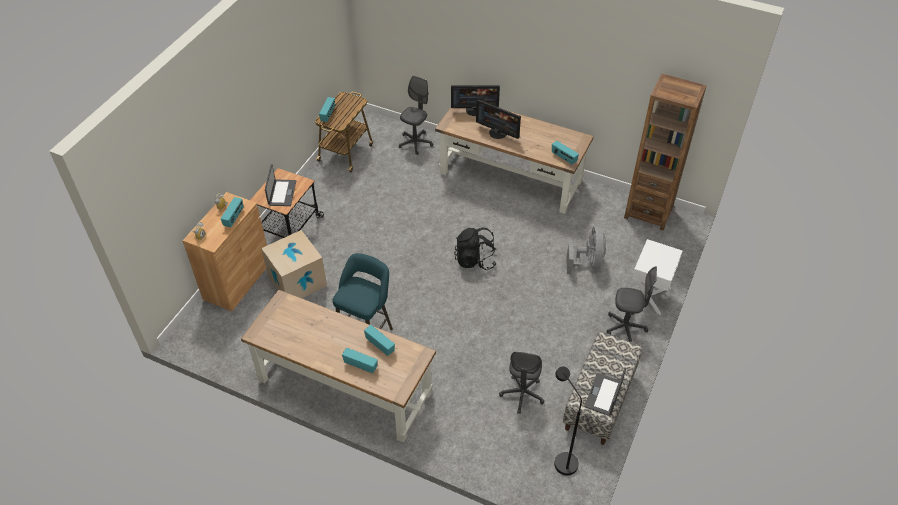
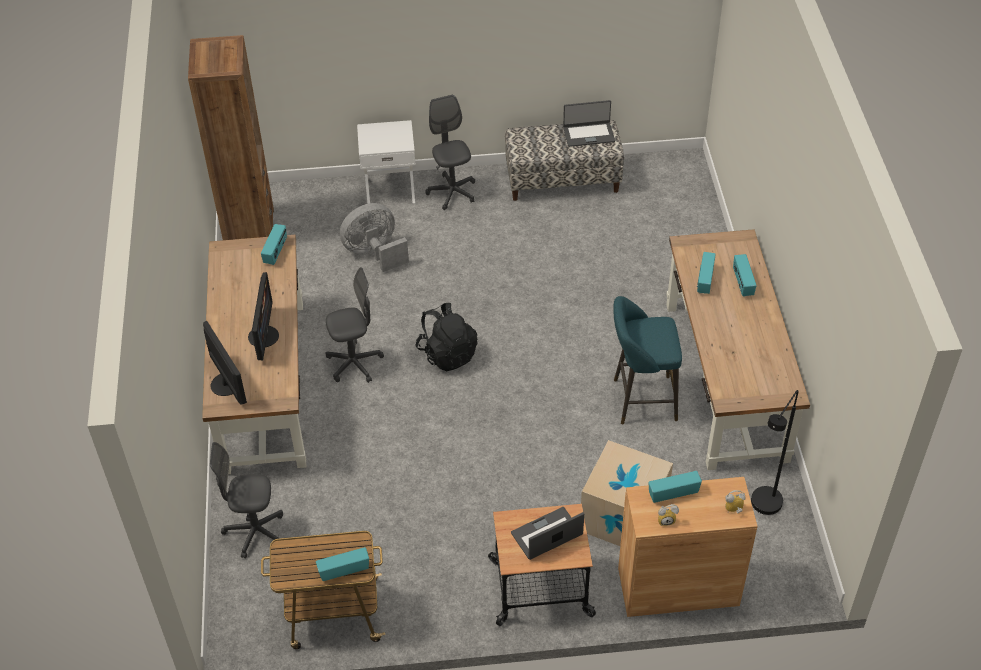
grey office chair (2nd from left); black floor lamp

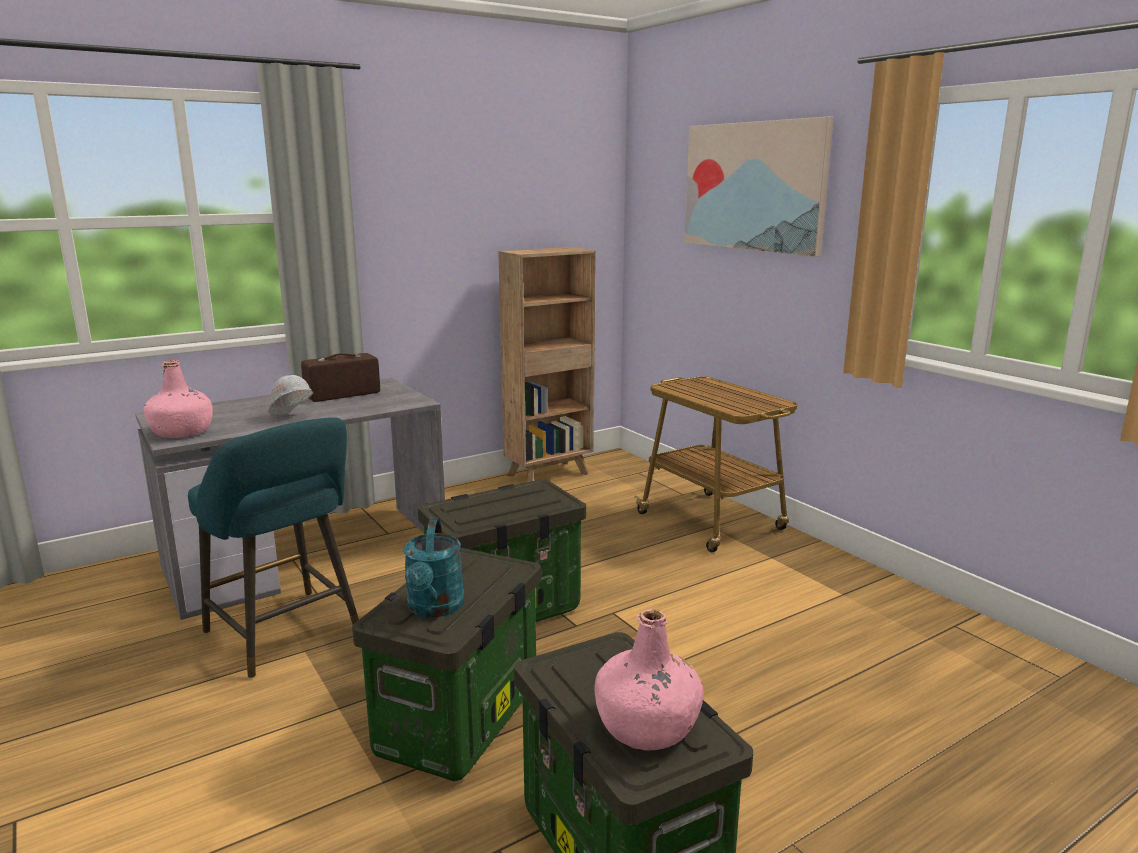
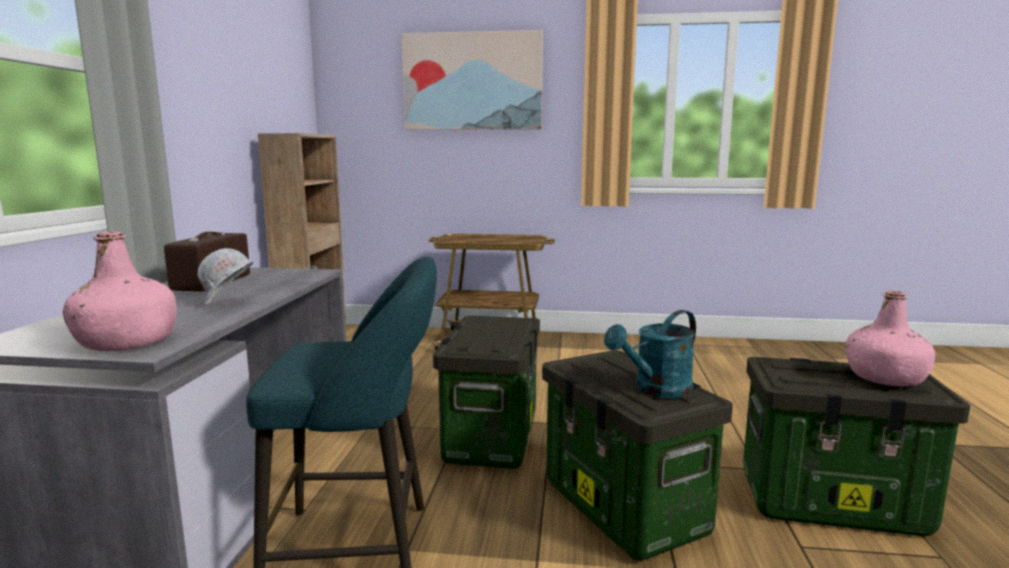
turquoise watering can

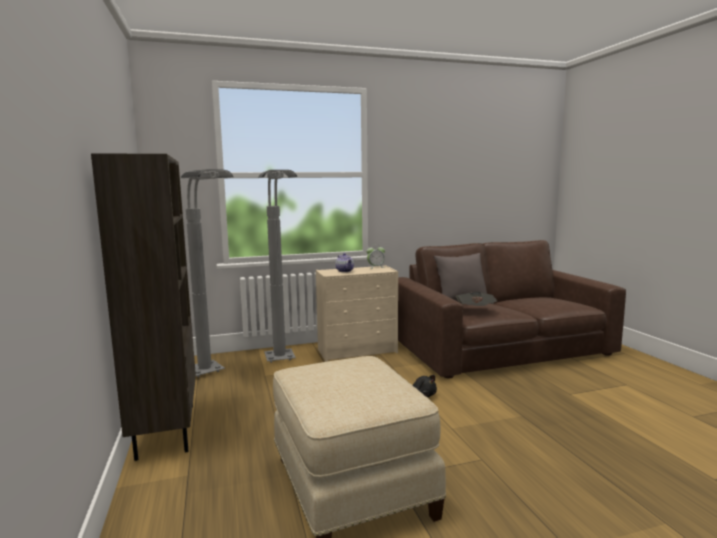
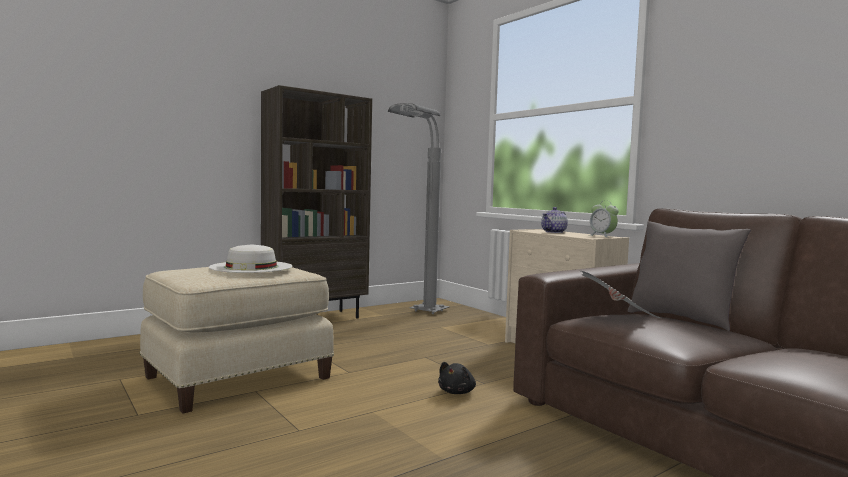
grey floor lamp (2nd from left in the first image); white hat

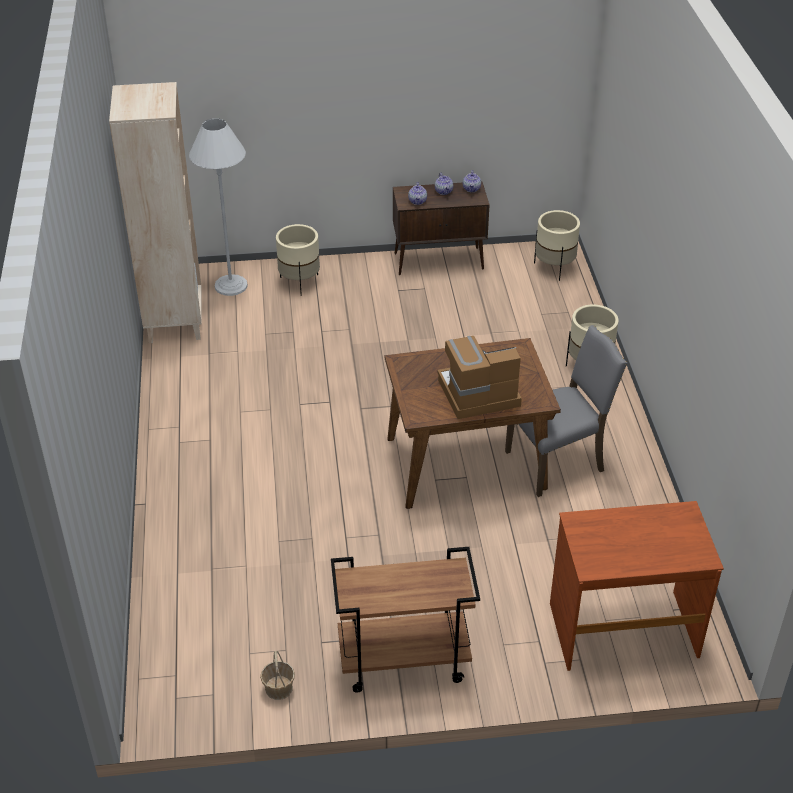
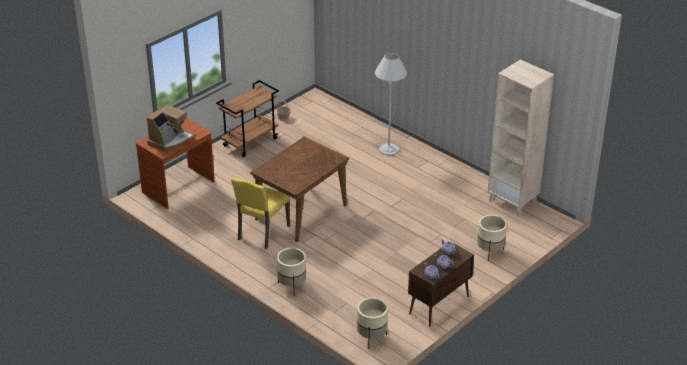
white floor lamp; coffee machine; yellow chair

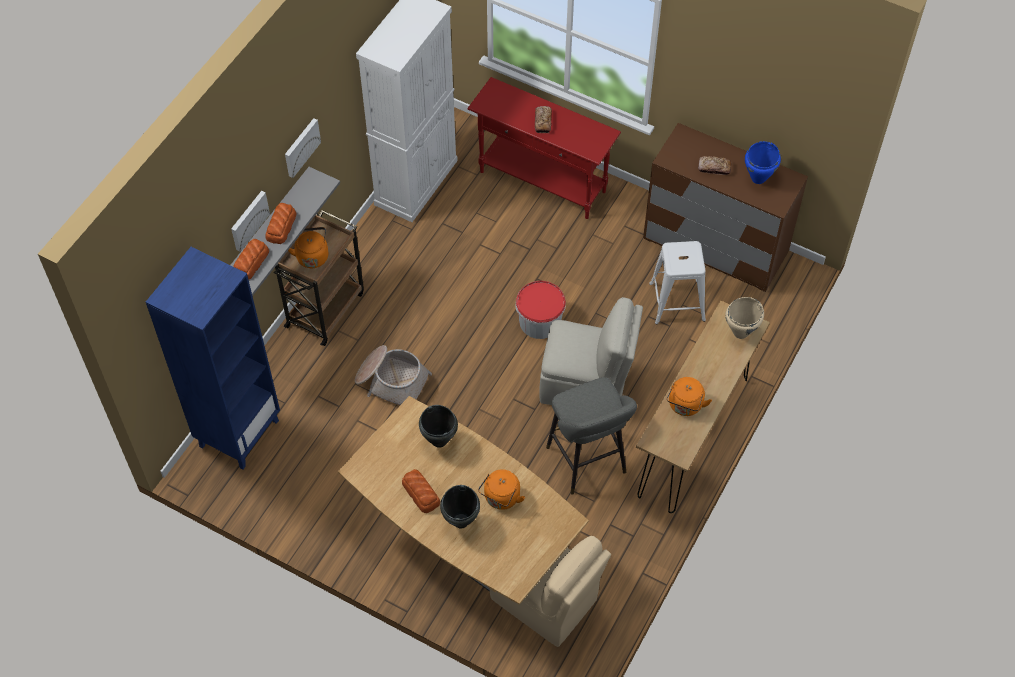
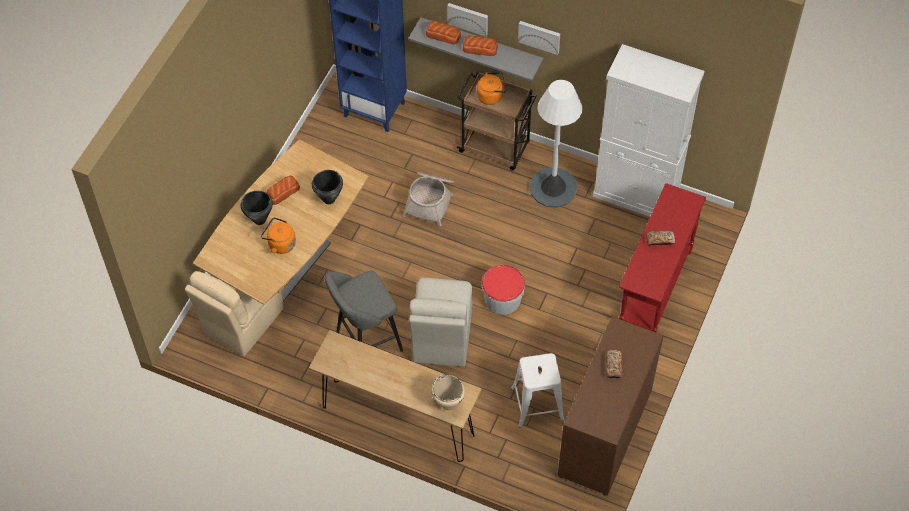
orange kettle (3rd from left in the first image); blue cooking pot; white floor lamp

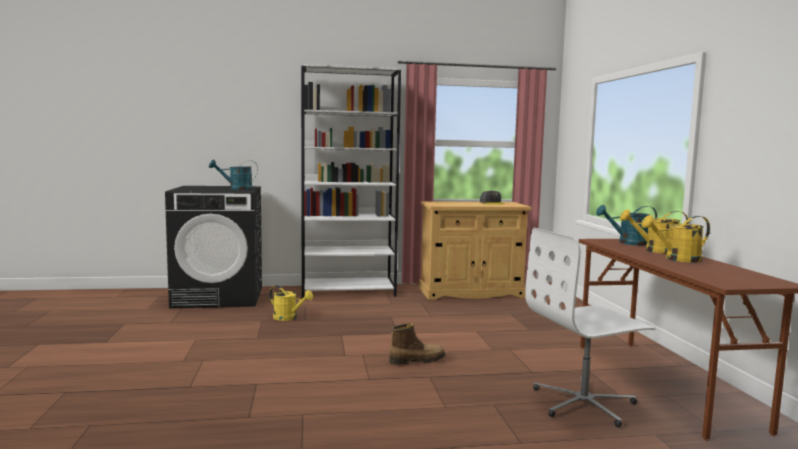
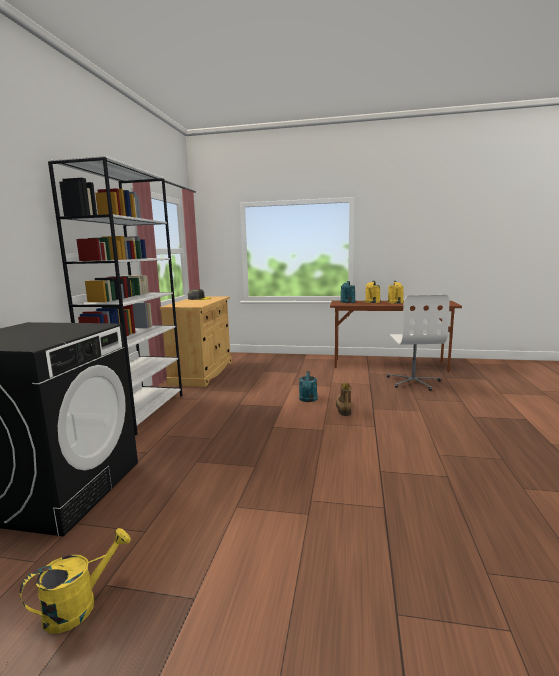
turquoise watering can (1st from left); yellow watering can (1st from left)

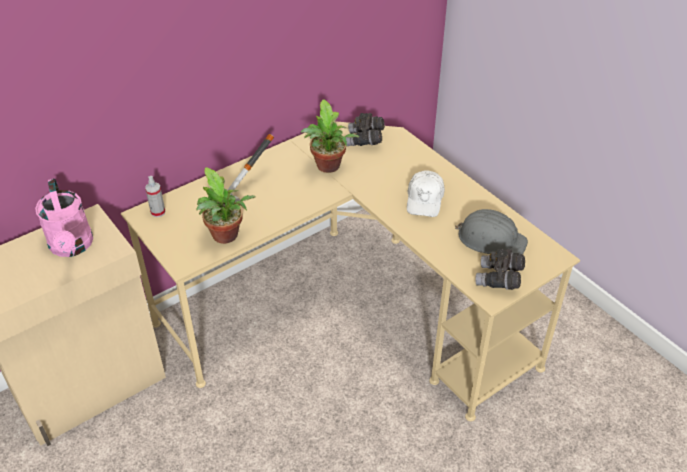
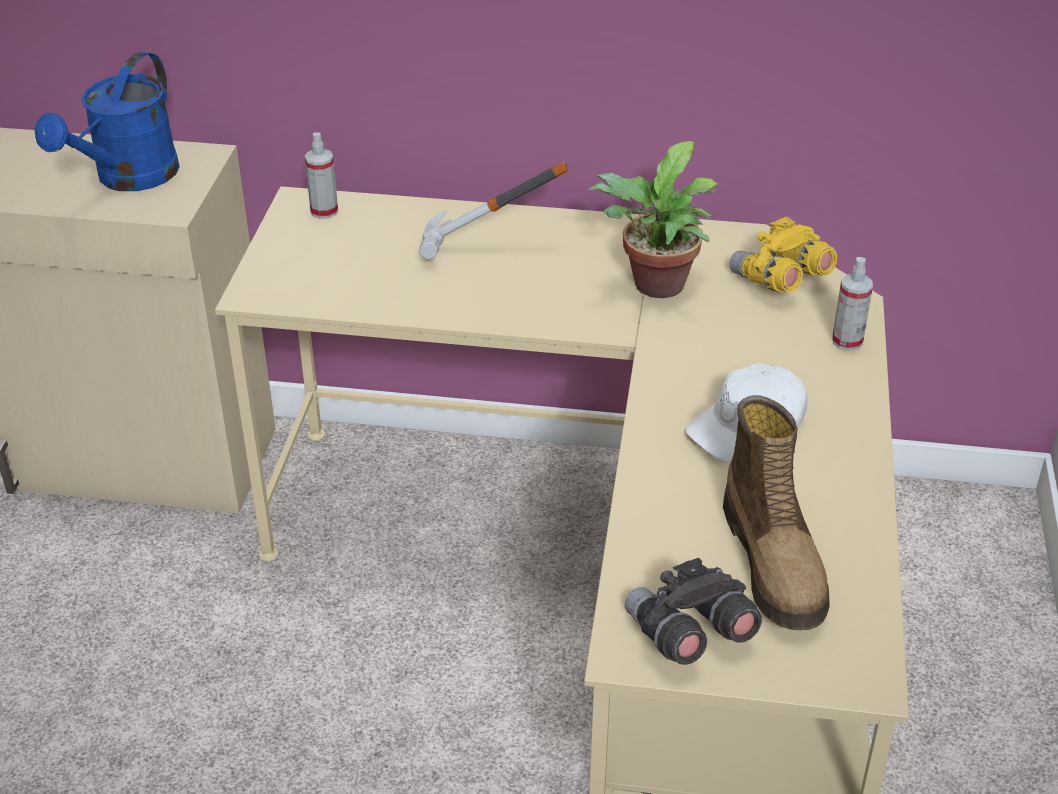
blue watering can; potted plant (1st from left in the first image); yellow binoculars; boot; spray bottle (2nd from left)

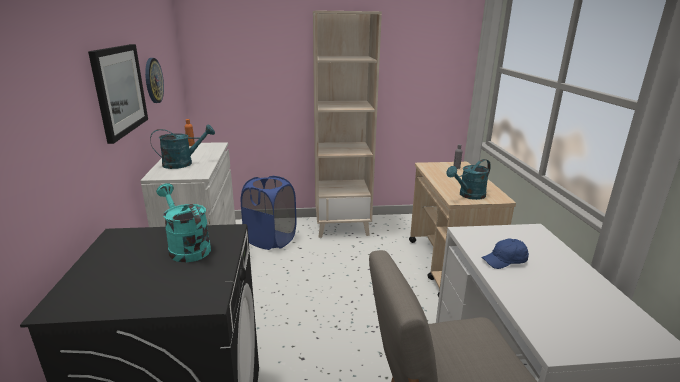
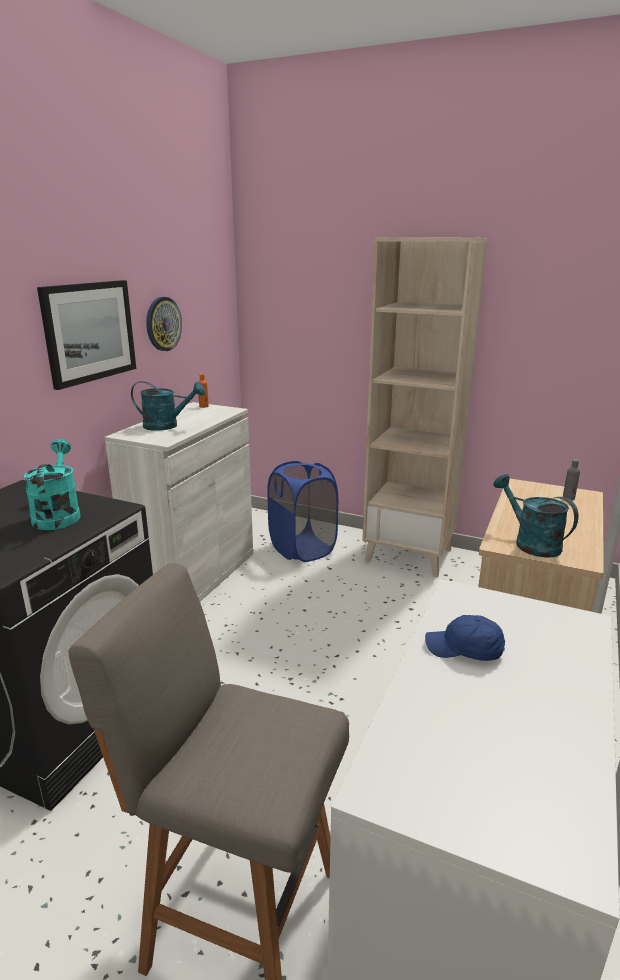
turquoise watering can (3rd from left)

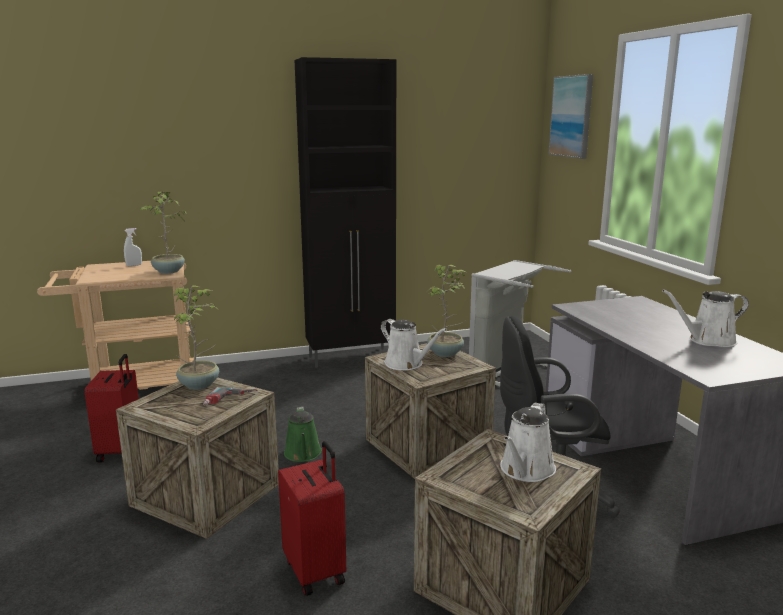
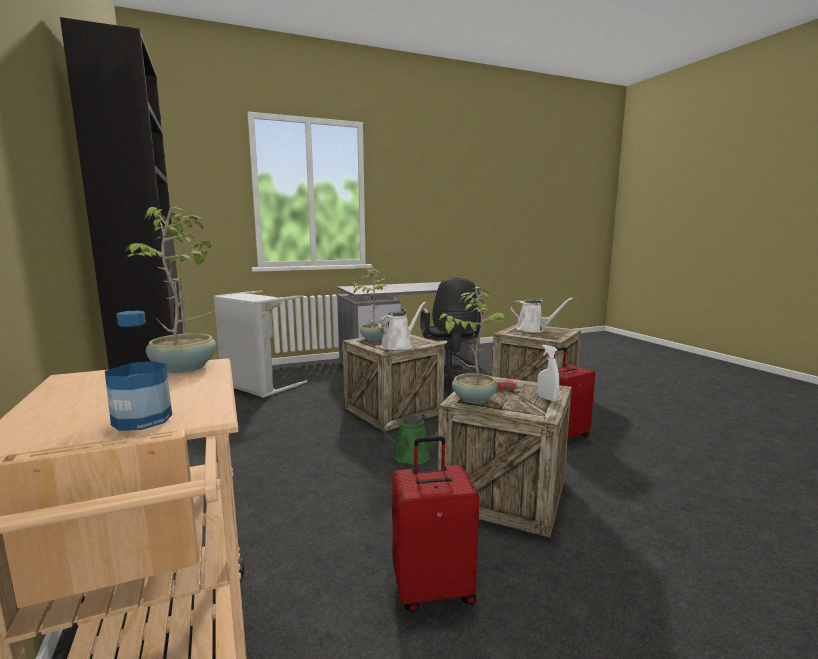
white spray bottle; picture; white watering can (3rd from left in the first image); bottle

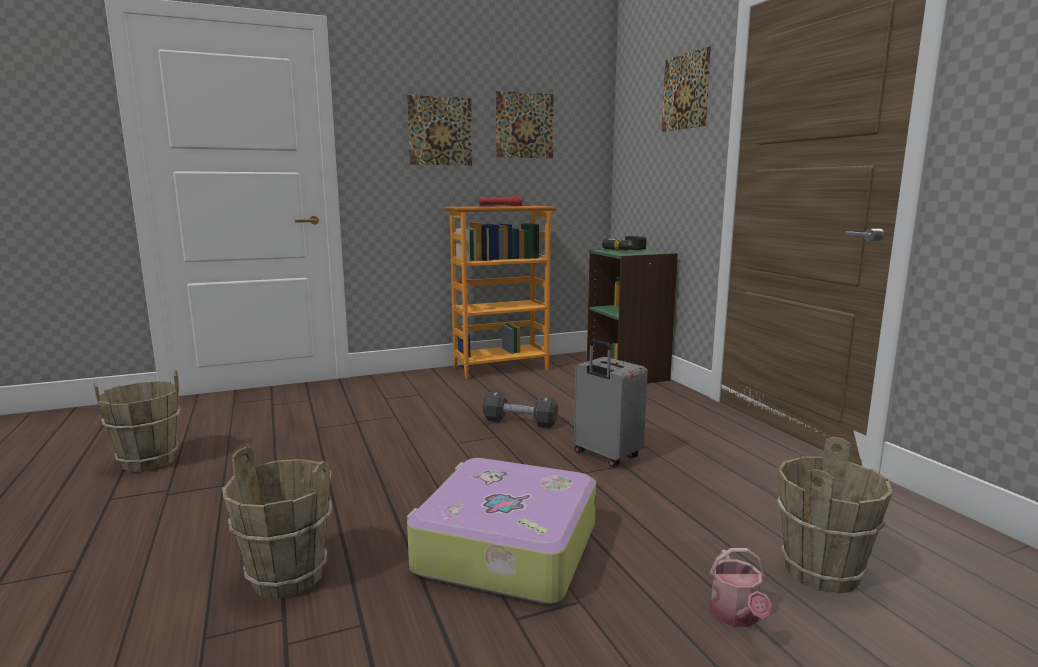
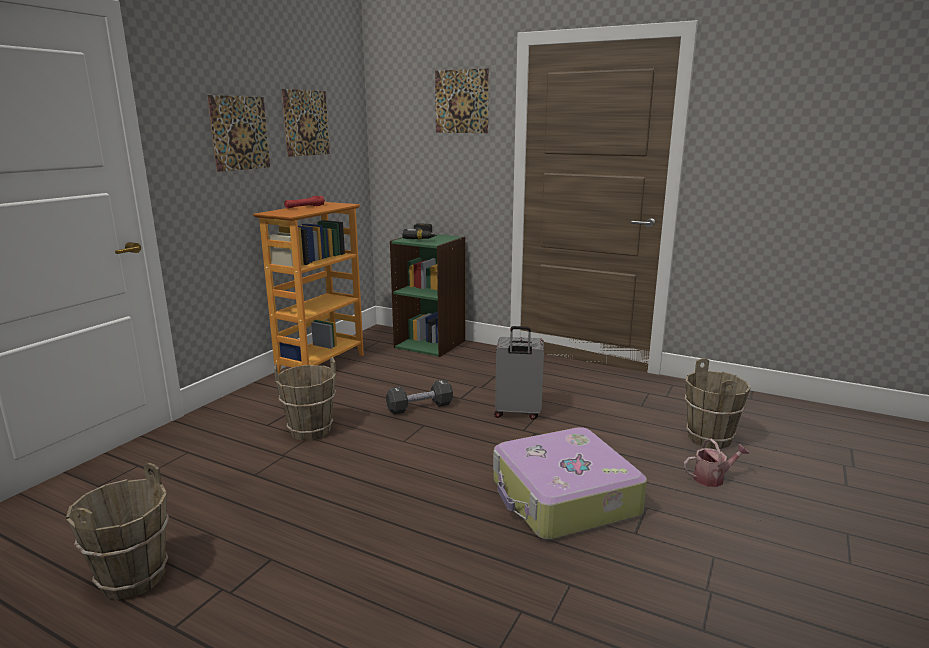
brown bucket (2nd from left); watering can

